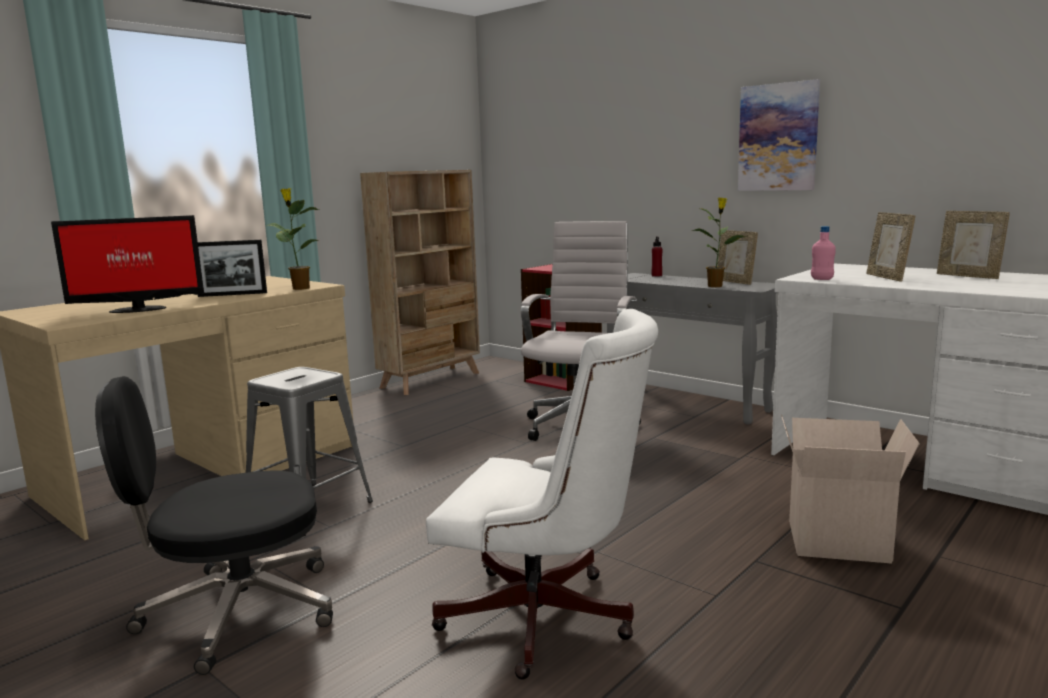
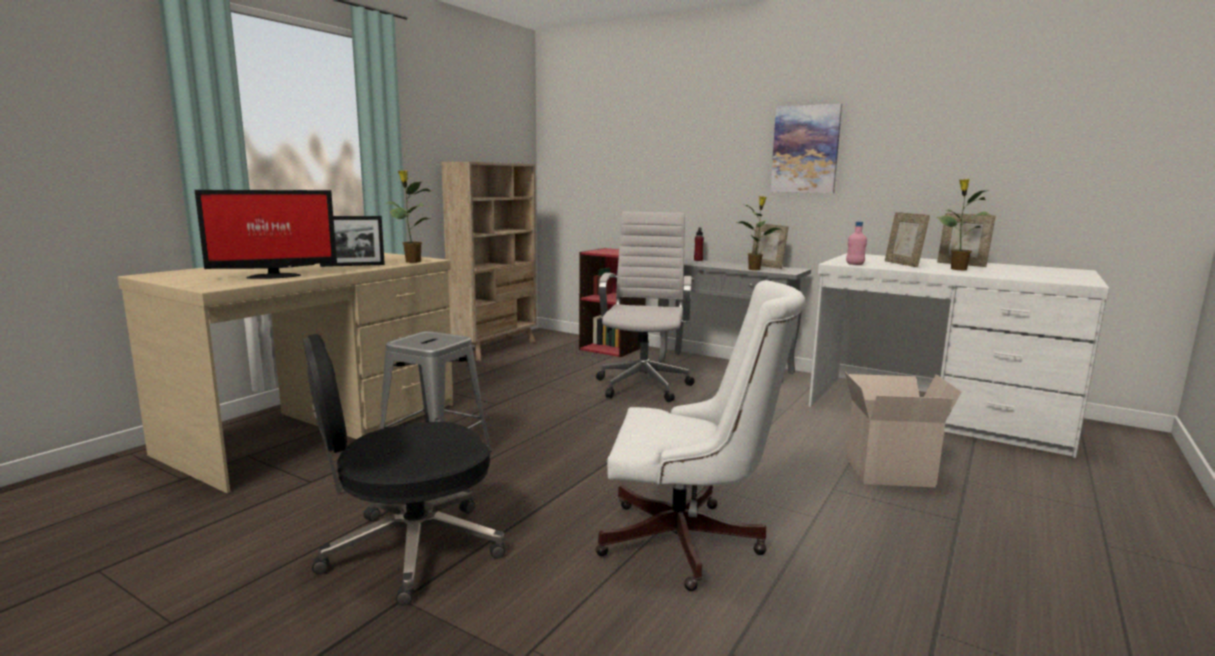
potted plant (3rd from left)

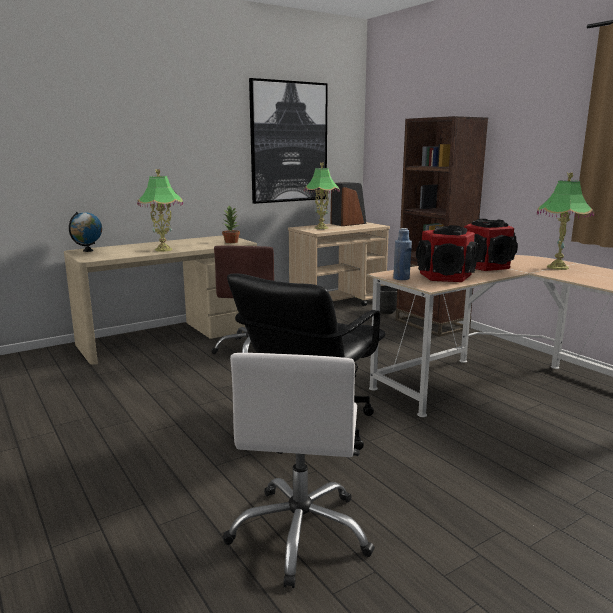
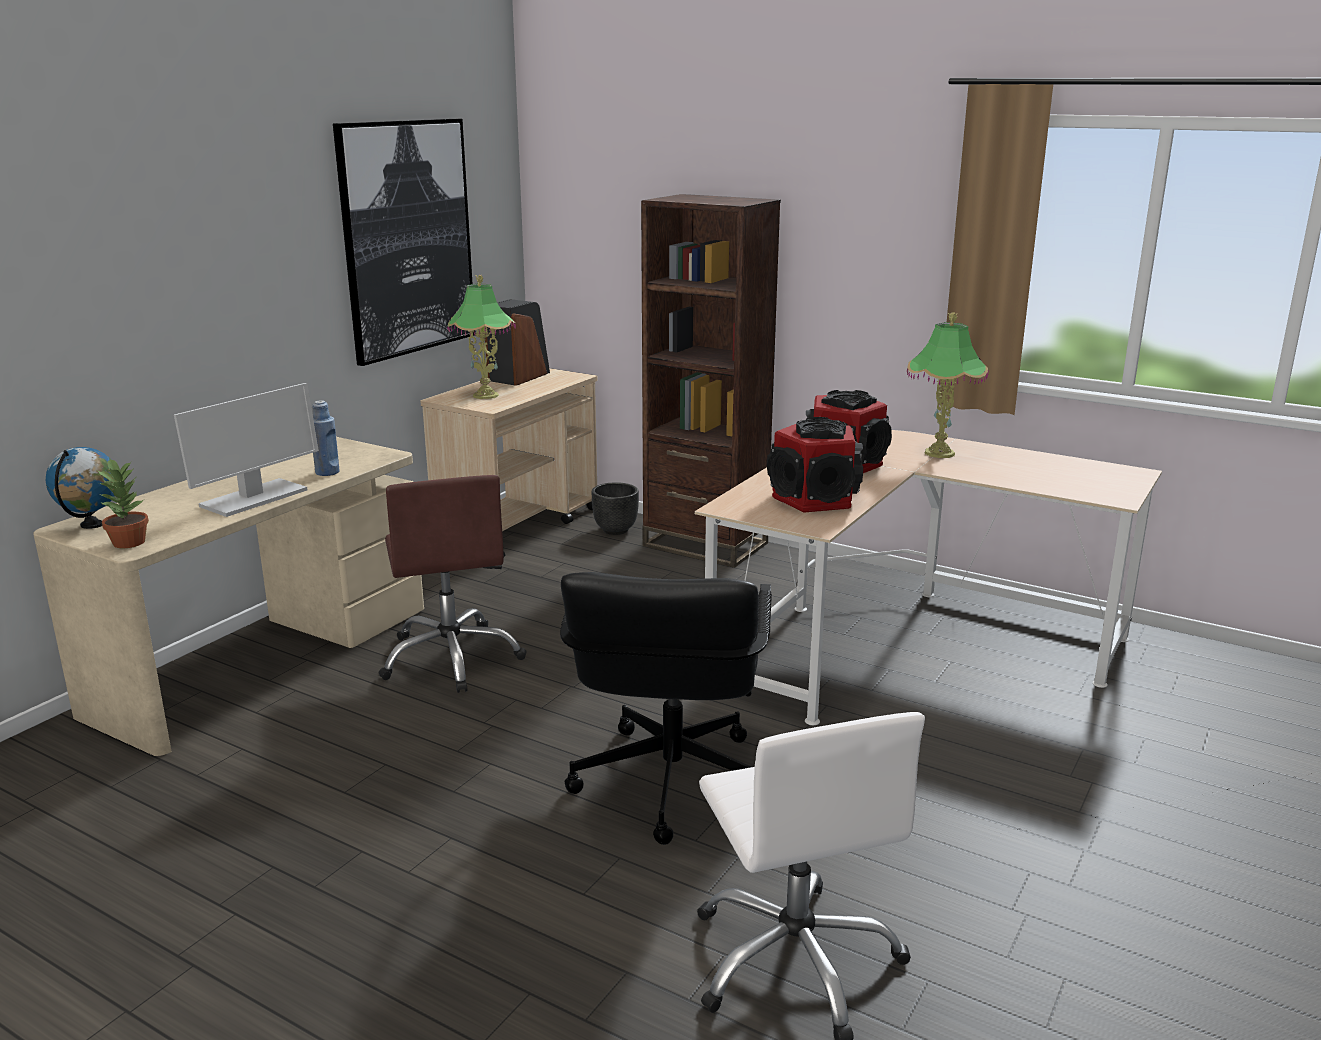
monitor; potted plant; blue bottle

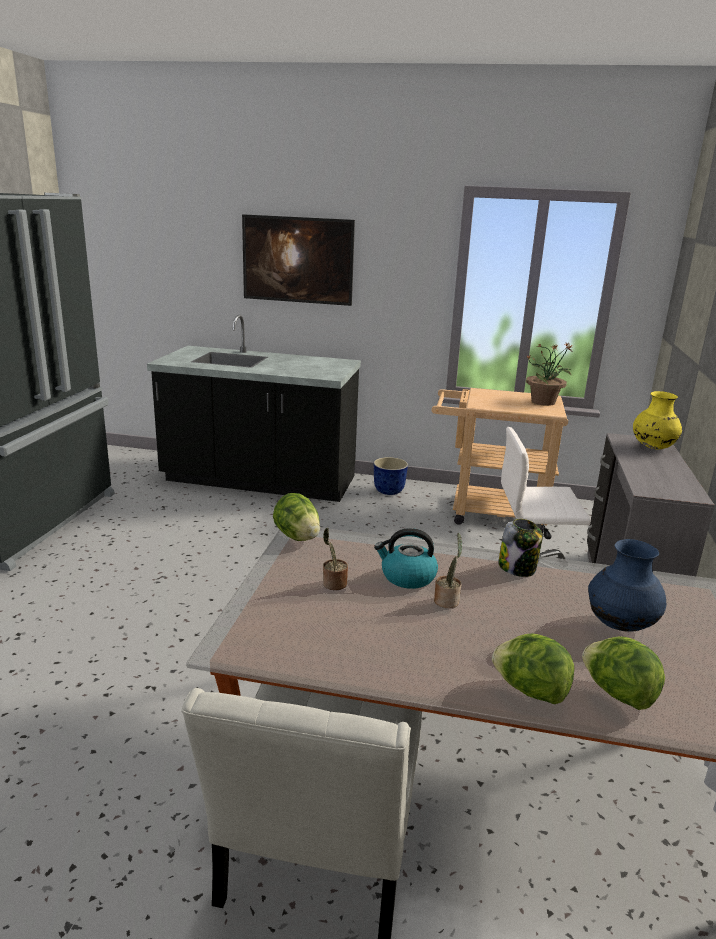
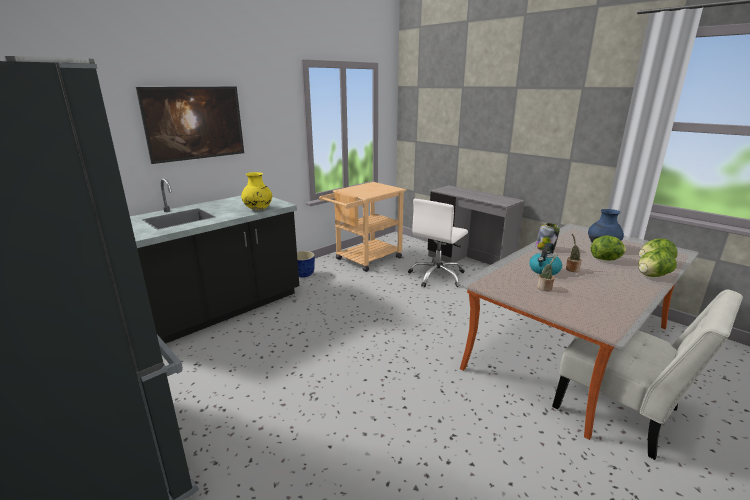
lettuce (1st from left); potted plant (3rd from left in the first image); yellow vase

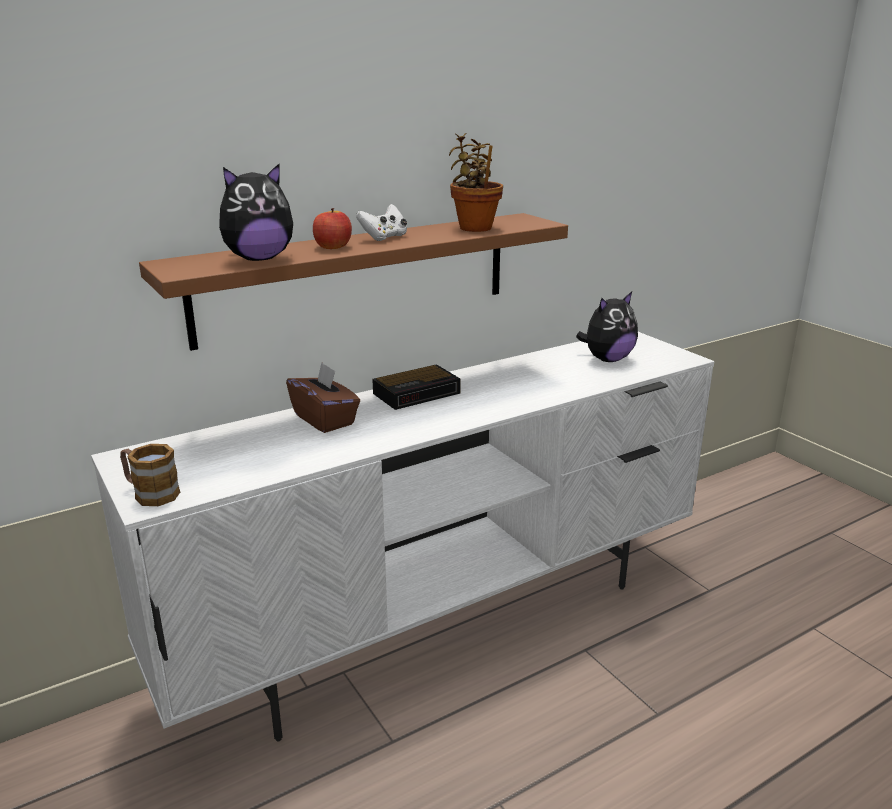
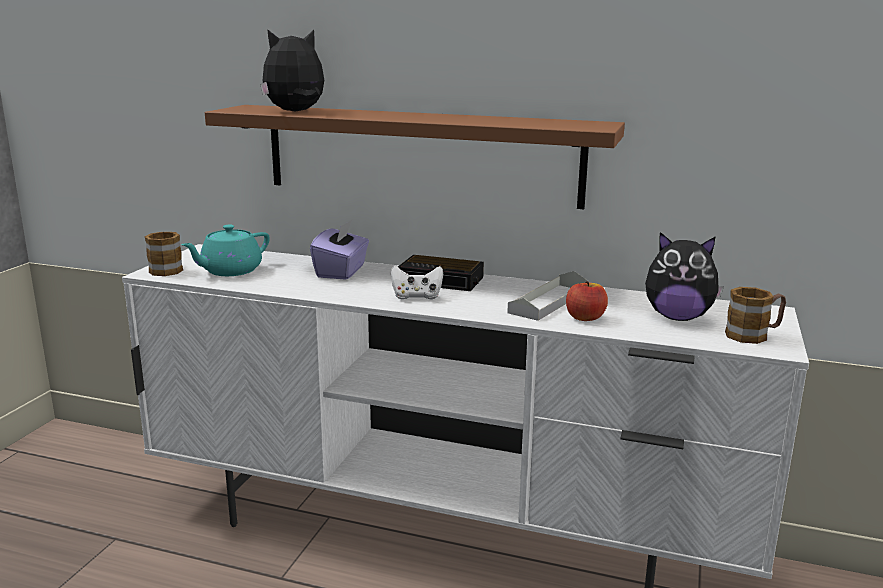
plush toy (1st from left); purple tissue box; apple; white game controller; potted plant; turquoise teapot; grey tray; mug (2nd from left)

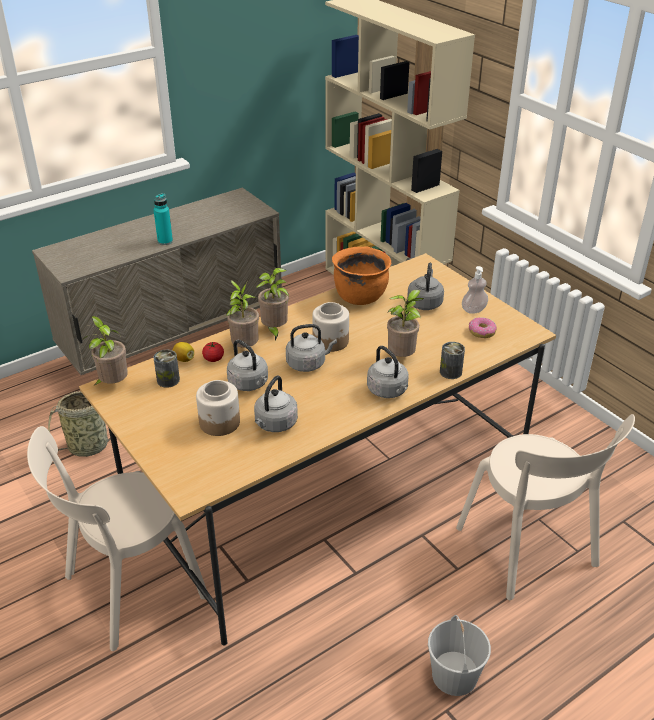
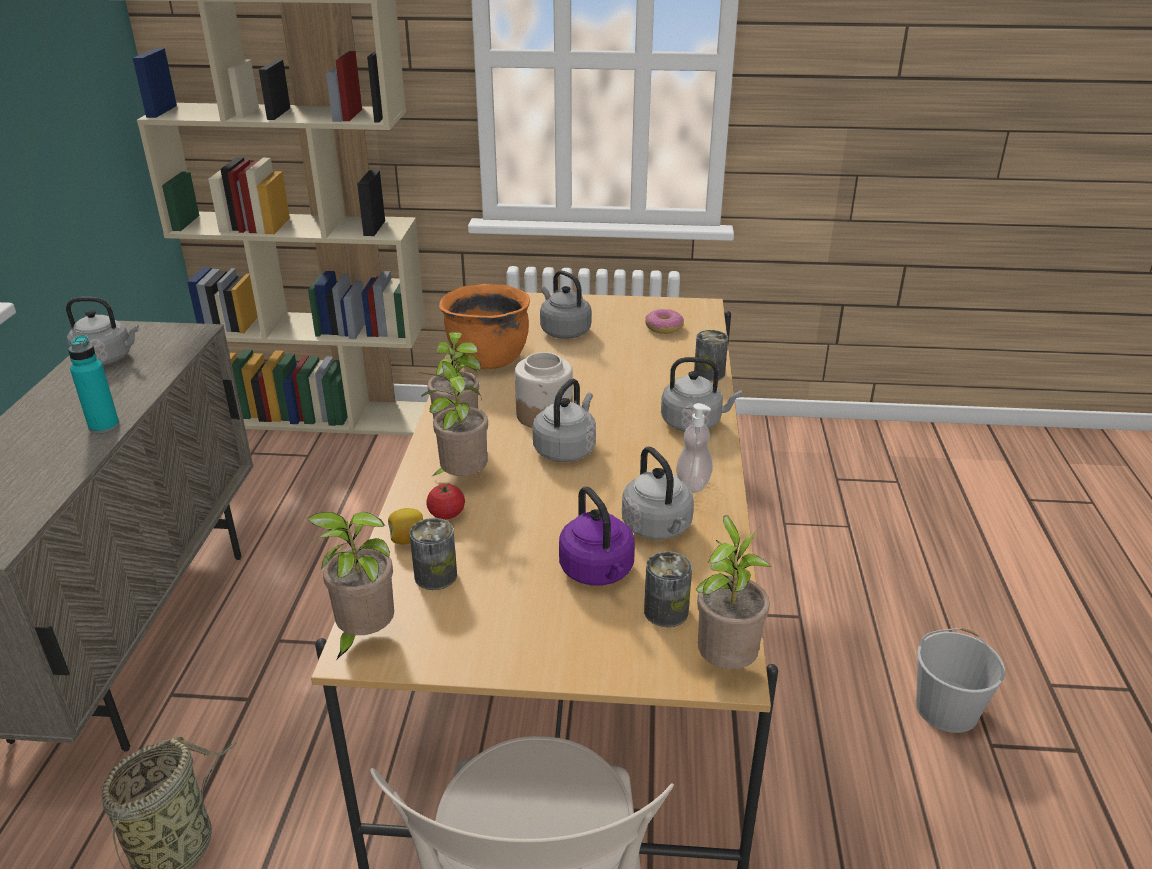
purple kettle; grey kettle (1st from left); potted plant (4th from left); beige chair (2nd from left in the first image); soap dispenser; can (2nd from left)

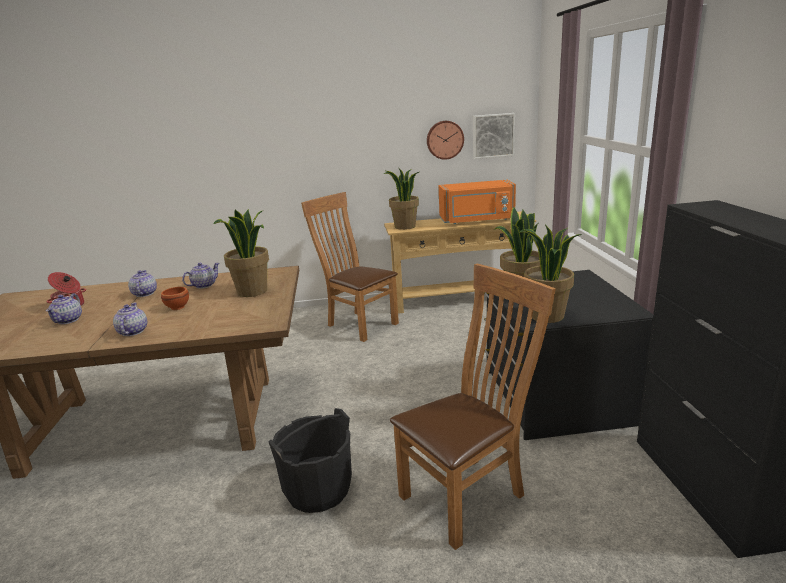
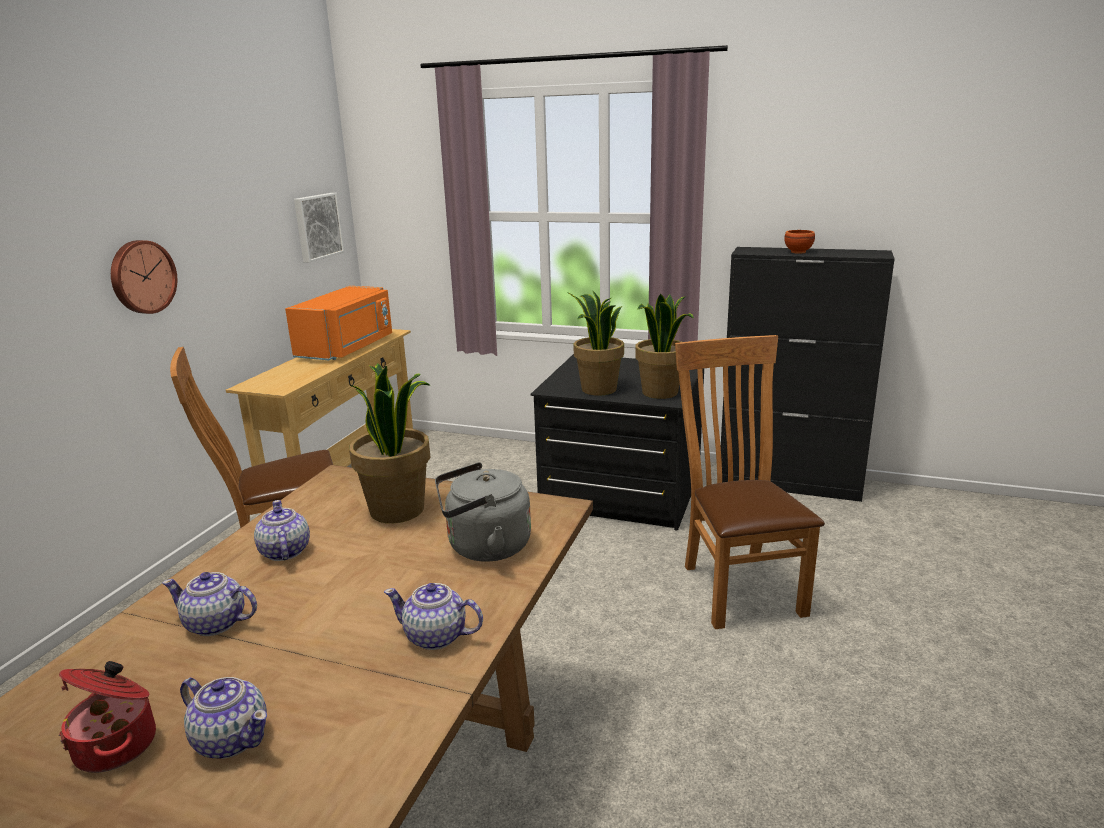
brown bowl; black bucket; potted plant (2nd from left in the first image); wall clock; grey kettle

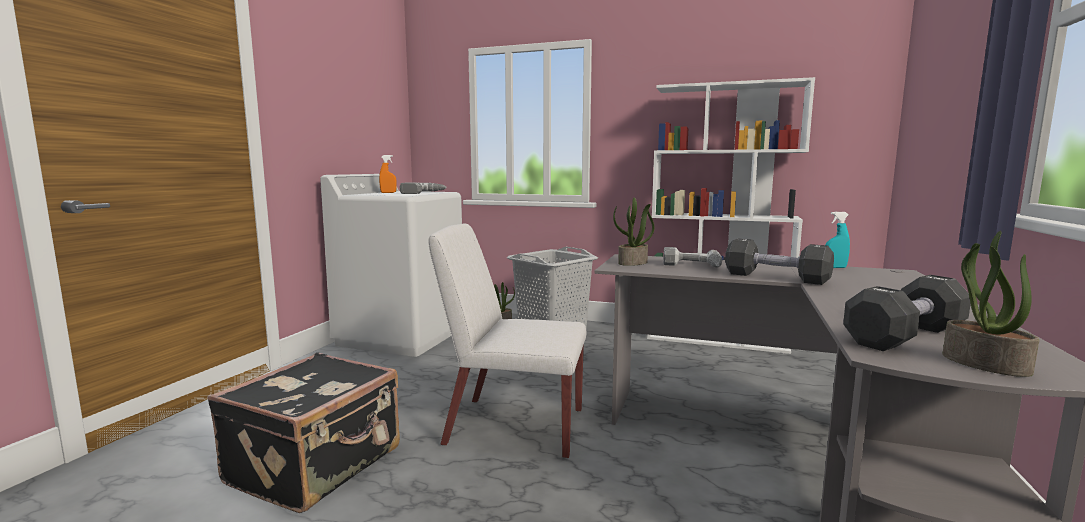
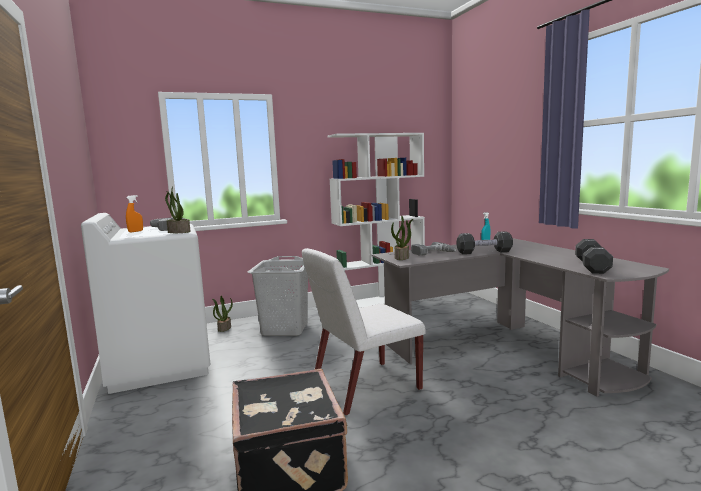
potted plant (1st from left)

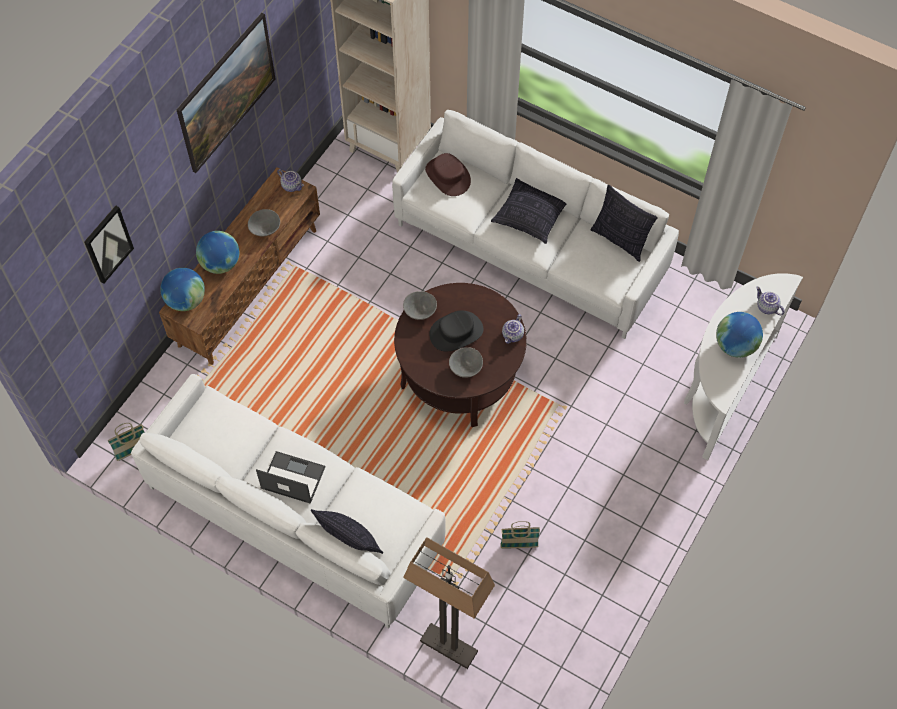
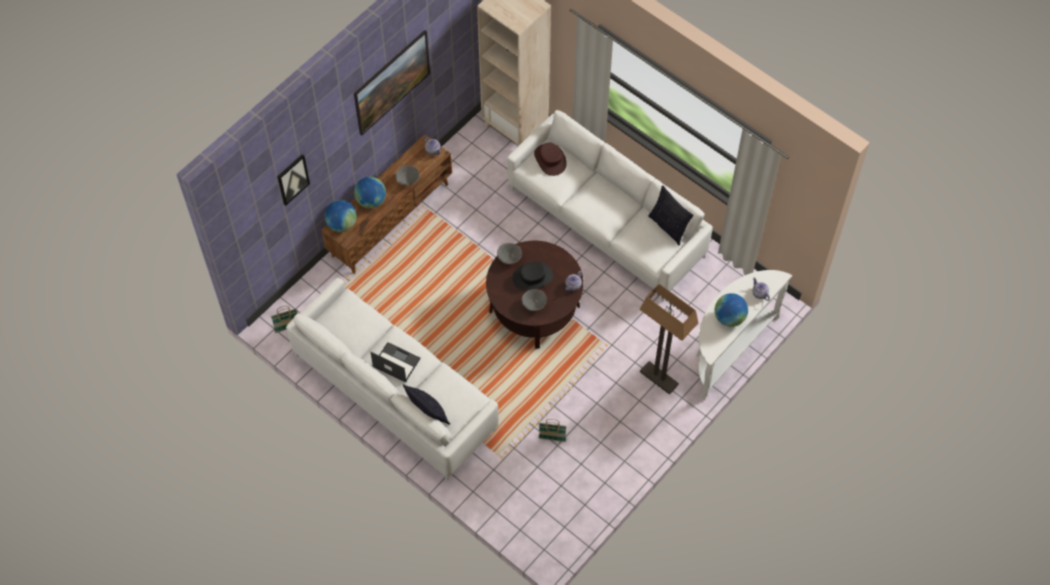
floor lamp; pillow (2nd from left in the first image)

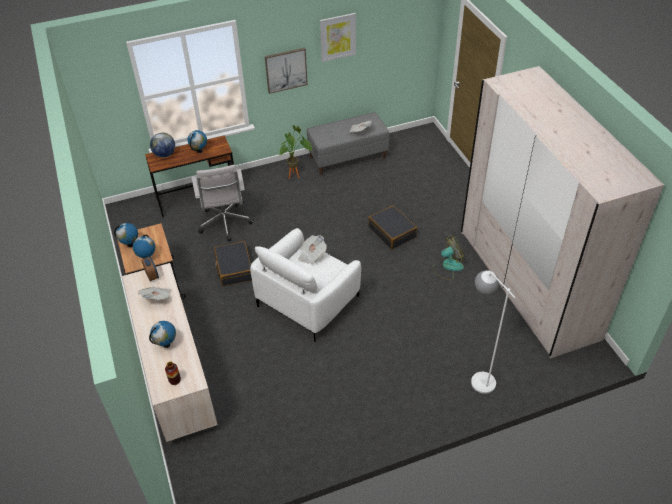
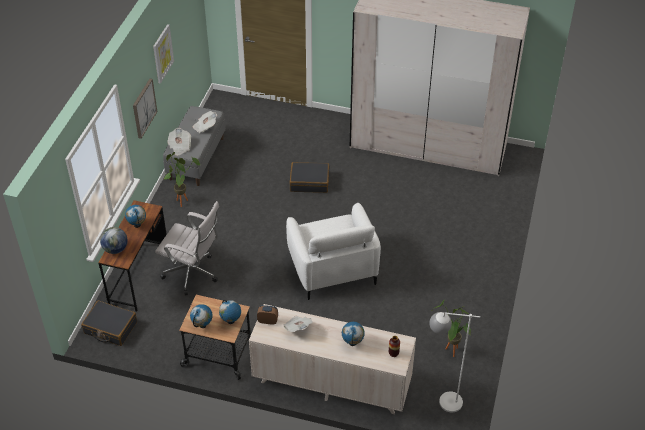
black suitcase (1st from left); newspaper (1st from left); fan; white floor lamp; potted plant (2nd from left)

